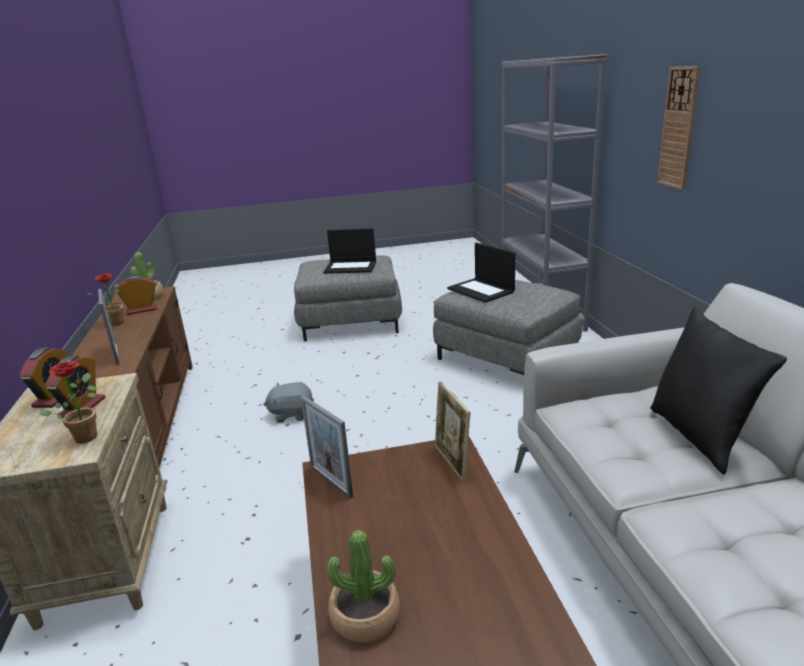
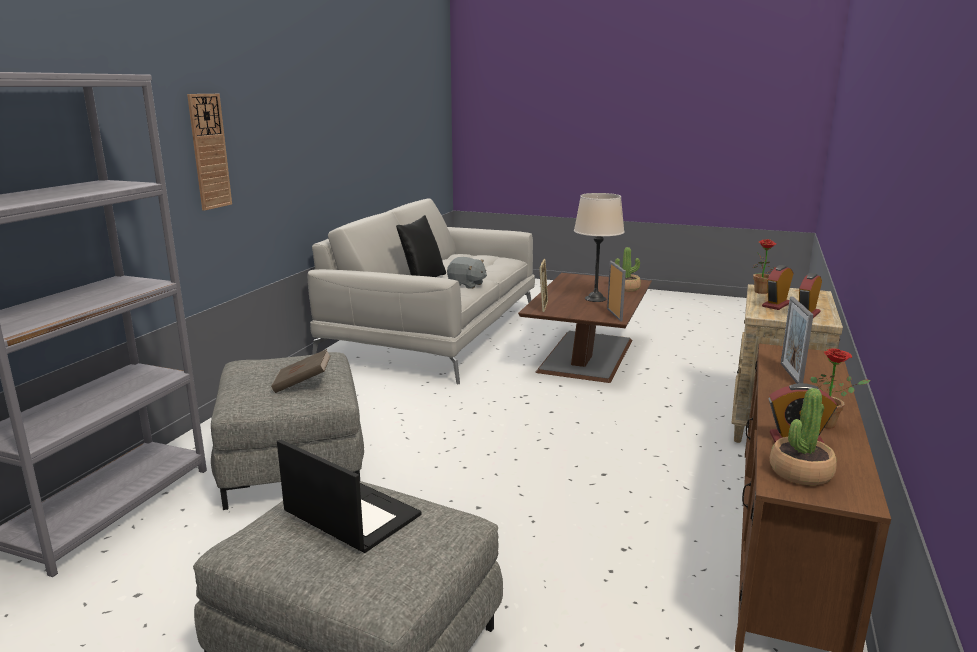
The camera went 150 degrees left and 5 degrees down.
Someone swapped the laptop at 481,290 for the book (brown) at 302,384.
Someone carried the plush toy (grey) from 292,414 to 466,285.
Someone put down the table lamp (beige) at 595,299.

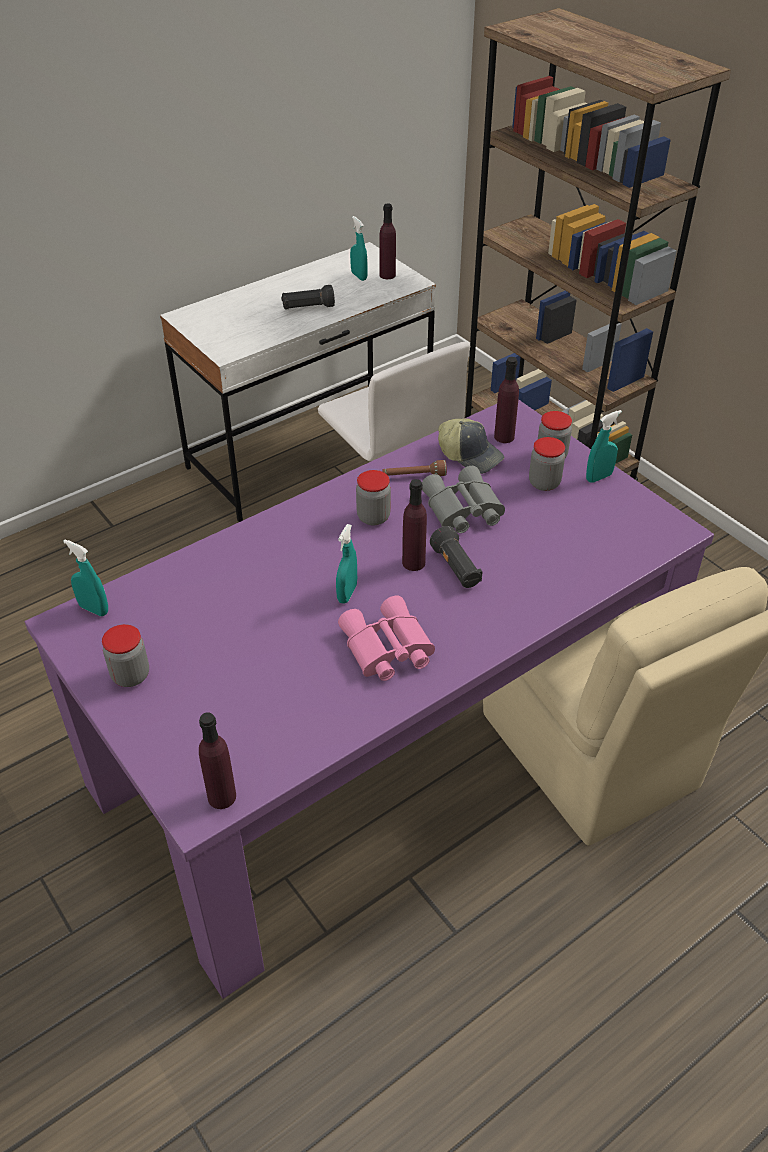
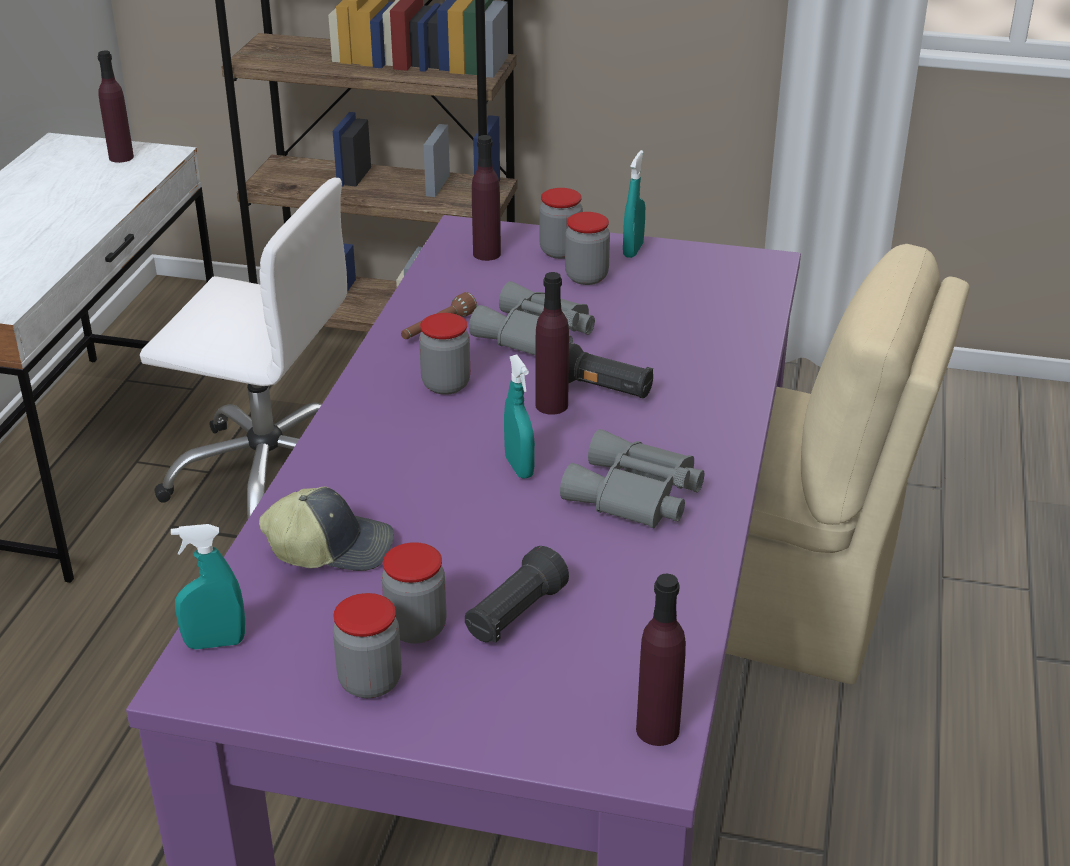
The camera went 40 degrees left and 10 degrees down.
Someone took away the spray bottle (turquoise) at 359,276.
Someone carried the flashlight (black) from 308,307 to 514,615.
Someone carried the cap from 470,455 to 331,547.
Someone repainted the binoculars (pink) at 386,649, which became the binoculars (grey) at 635,495.
Someone put down the jar at 416,628.

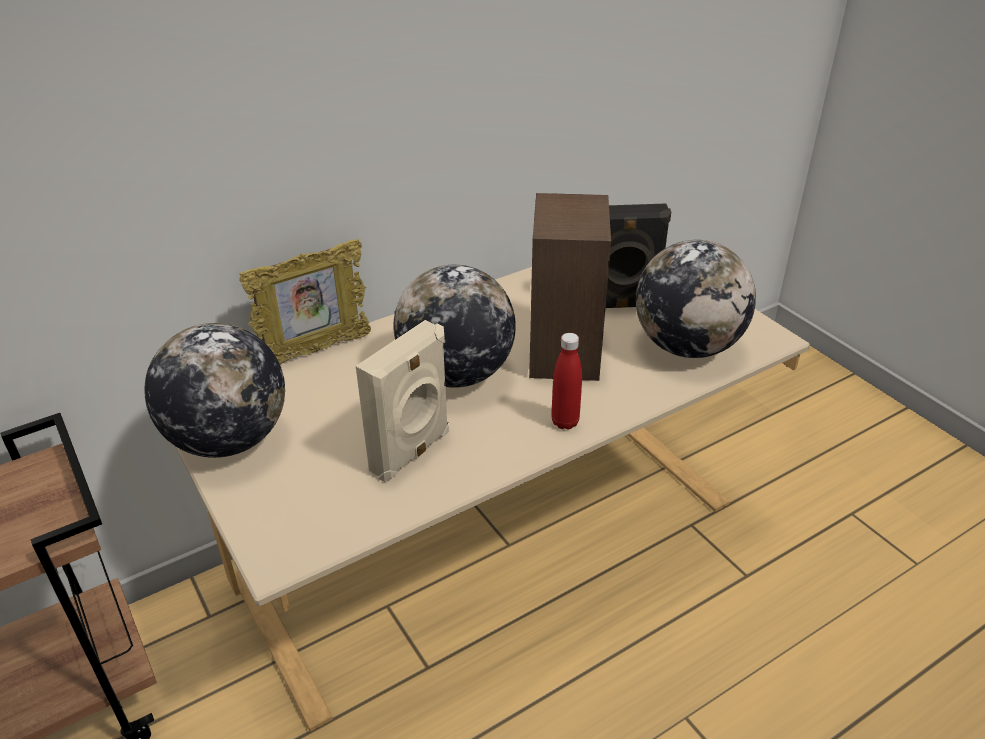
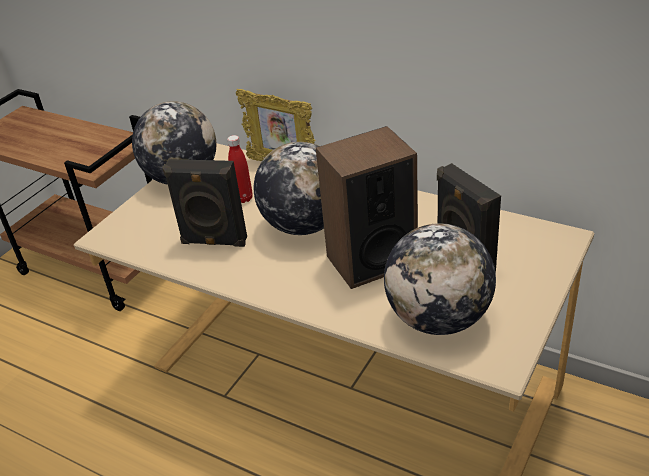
The camera went 65 degrees right and 0 degrees up.
Someone repainted the speaker (beige) at 412,452, which became the speaker (black) at 214,242.
Someone carried the bottle (red) from 565,422 to 243,198.

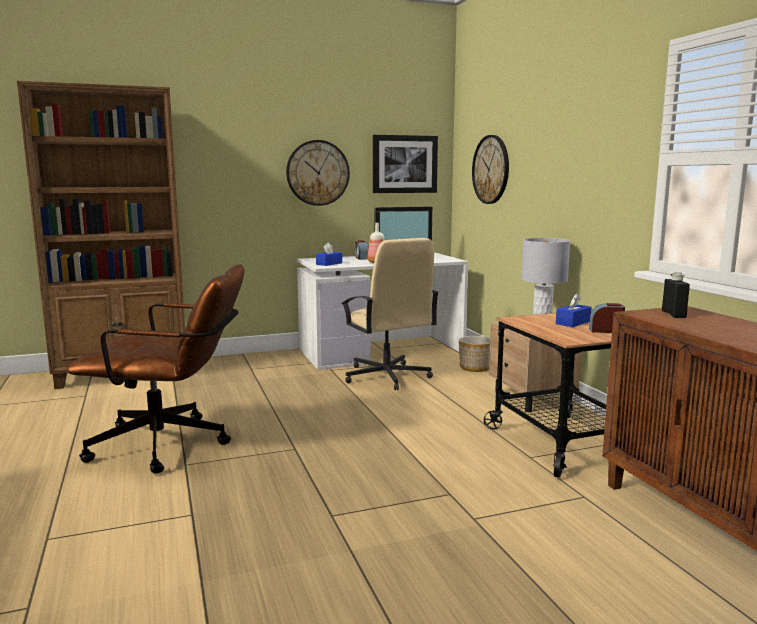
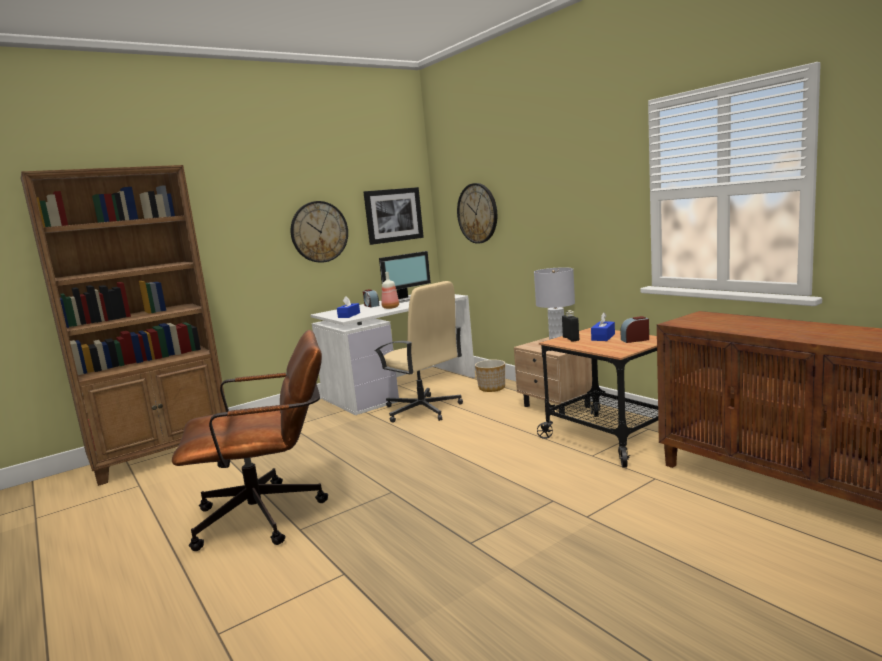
The camera went 15 degrees left and 0 degrees up.
Someone carried the bottle (black) from 673,314 to 571,339.

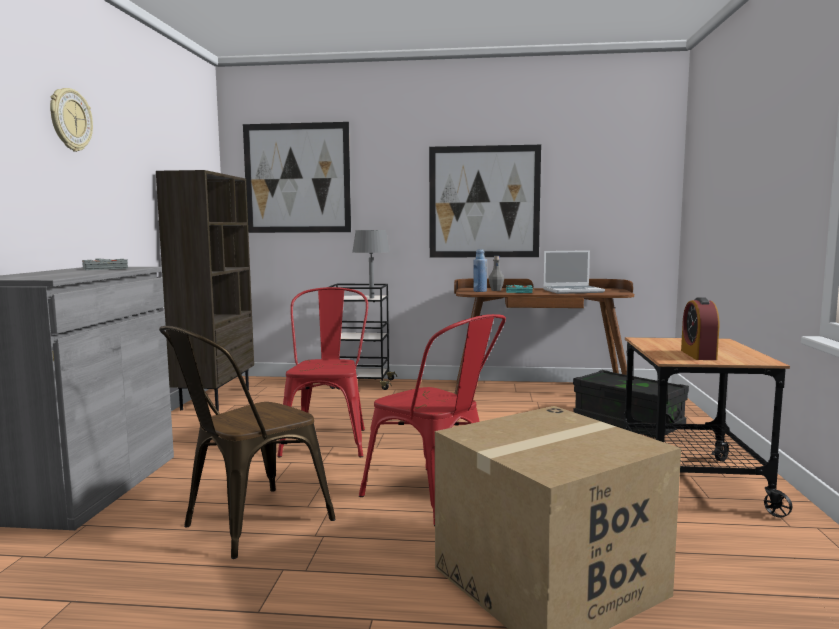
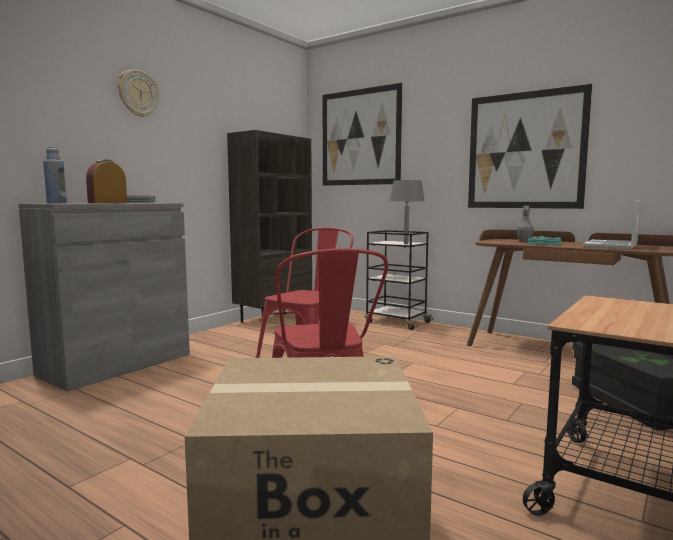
The camera went 30 degrees right and 0 degrees up.
Someone carried the bottle (blue) from 480,291 to 56,203.
Someone rotated the laptop at 573,291 by 105 degrees clockwise.
Someone carried the alarm clock from 698,355 to 107,203.
Someone took away the chair (brown) at 247,525.

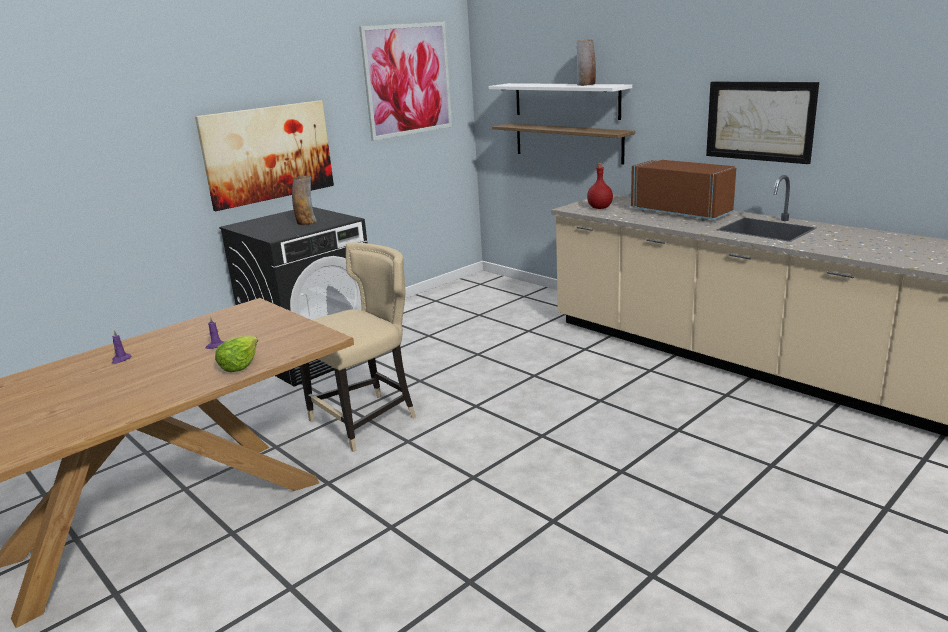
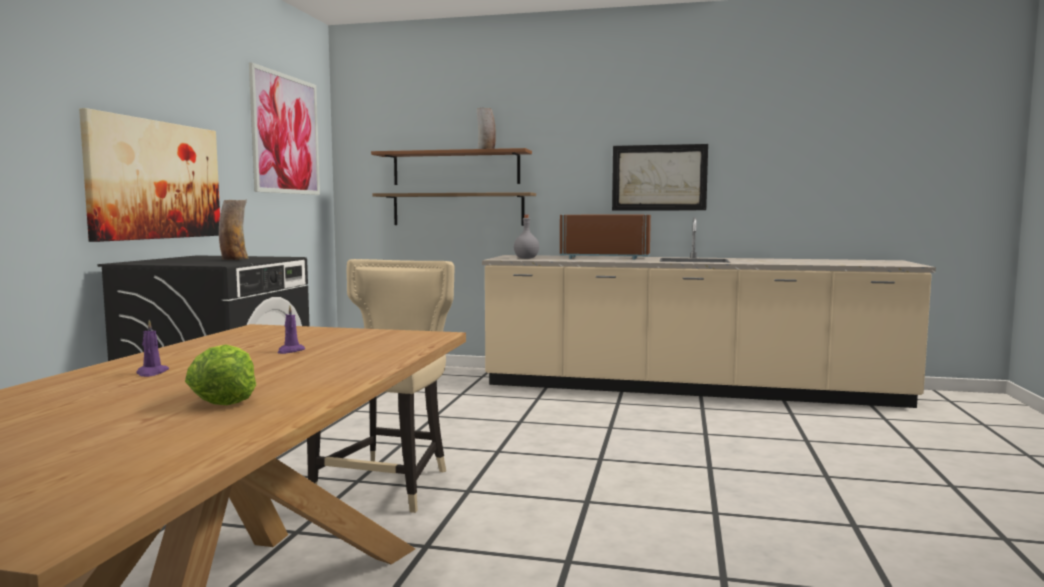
The camera went 35 degrees left and 15 degrees down.
Someone repainted the shelf (white) at 566,100, which became the shelf (brown) at 456,168.
Someone repainted the bottle (red) at 599,208, which became the bottle (grey) at 526,258.
Someone carried the lettuce from 240,365 to 223,399.

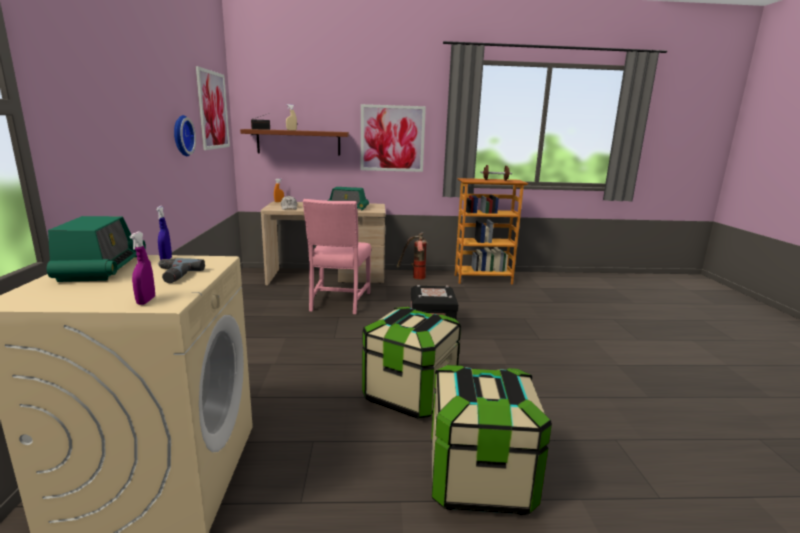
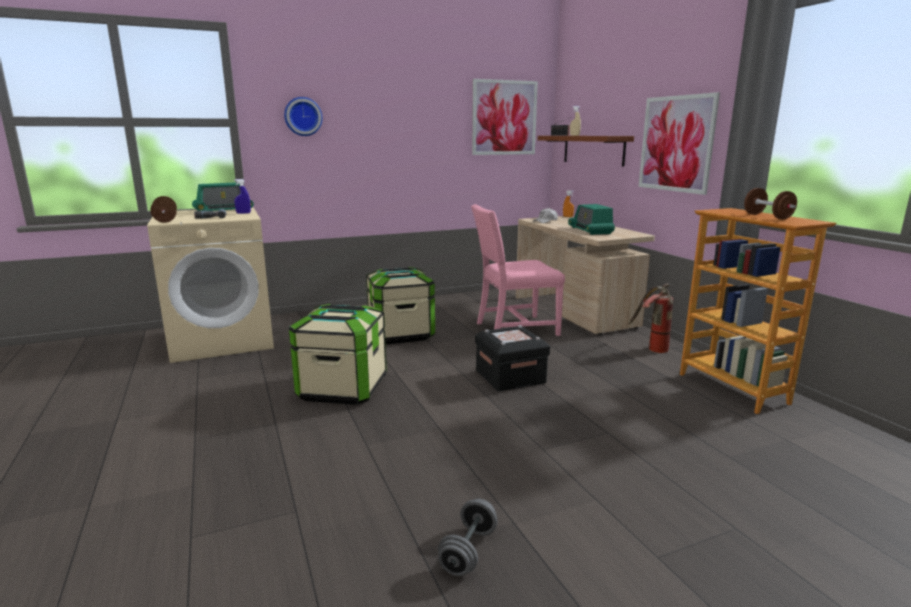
The camera went 70 degrees right and 0 degrees up.
Someone carried the wall clock from 181,135 to 303,116.
Someone swapped the spray bottle (purple) at 146,301 for the dumbbell (brown) at 165,220.
Someone carried the storage box from 479,478 to 401,334.
Someone put down the dumbbell (grey) at 468,551.

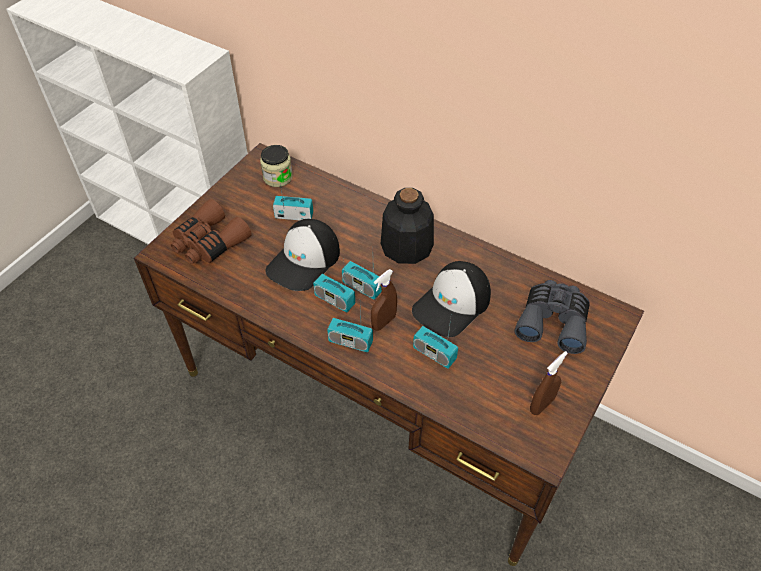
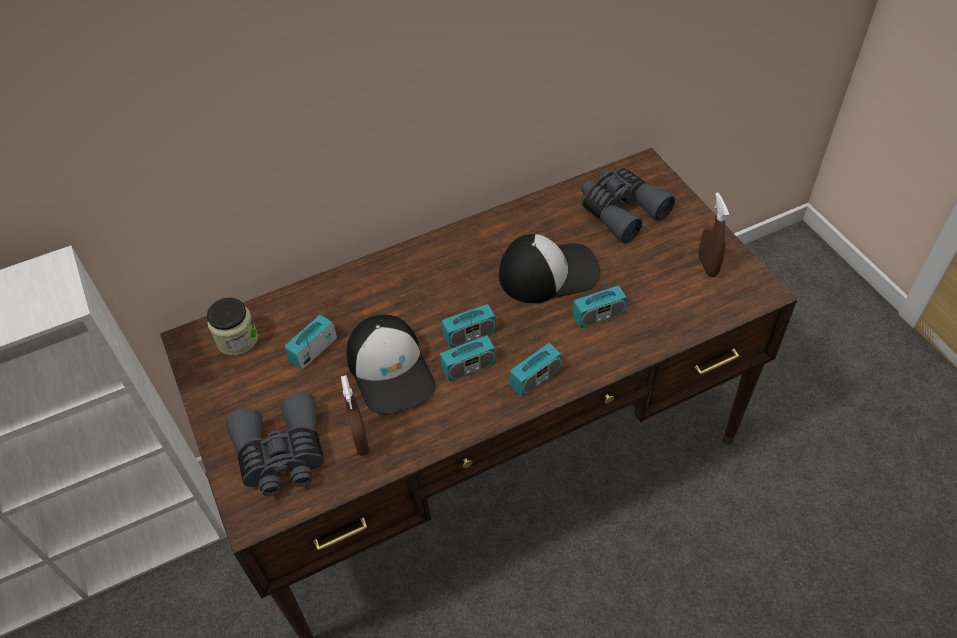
The camera went 55 degrees left and 0 degrees up.
Someone took away the bottle at 406,246.
Someone repainted the binoculars (brown) at 209,243, which became the binoculars (grey) at 282,455.
Someone rotated the cap at 452,304 by 90 degrees counterclockwise.
Someone carried the spray bottle (brown) from 383,322 to 361,441.

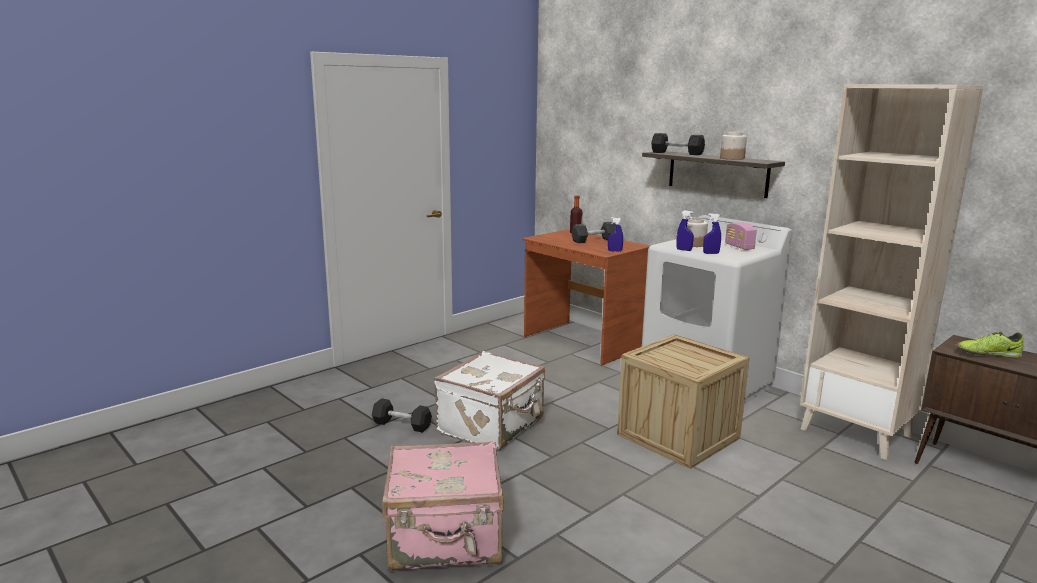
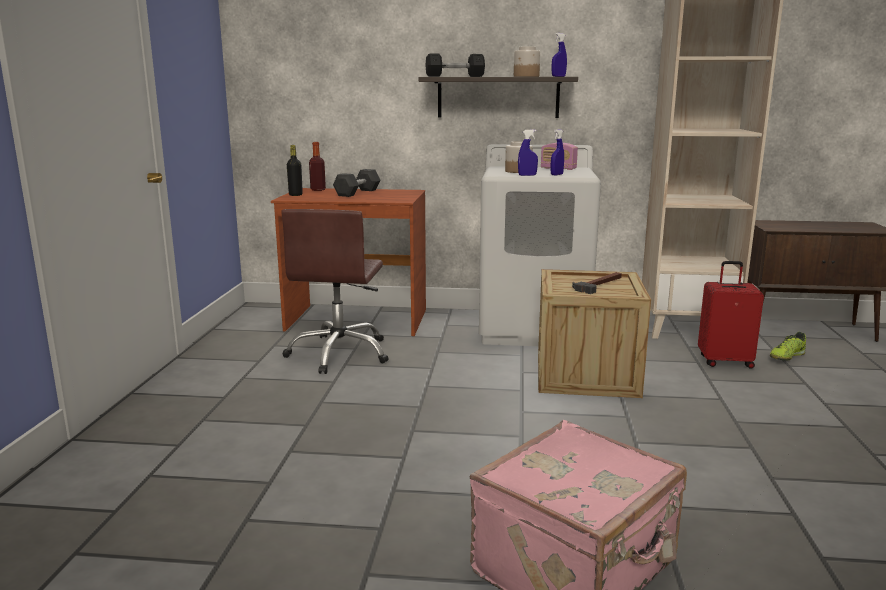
The camera went 40 degrees left and 0 degrees up.
Someone carried the spray bottle (blue) from 614,251 to 558,76.
Someone carried the shoe from 987,354 to 786,357.
Someone took away the suitcase (white) at 492,426.
Someone took away the dumbbell (black) at 402,425.
Someone put down the bottle (black) at 295,195.
Someone put down the office chair (brown) at 340,353.
Someone put down the suitcase (red) at 725,361.
Someone put down the hammer at 599,284.

